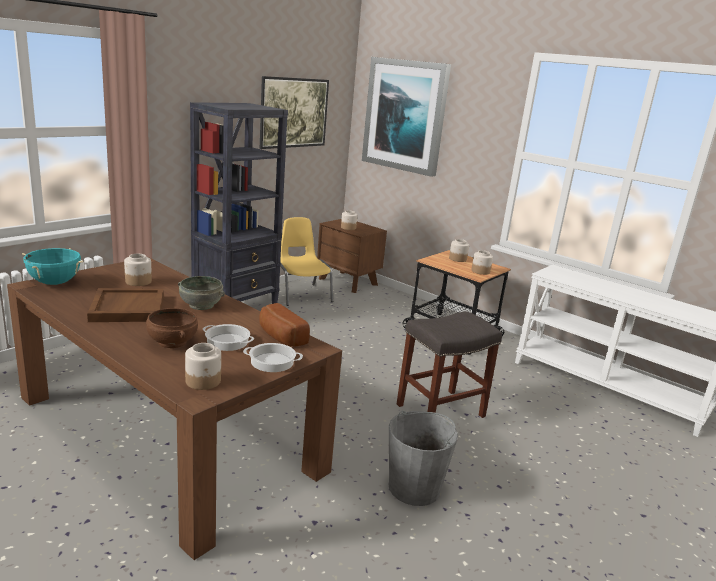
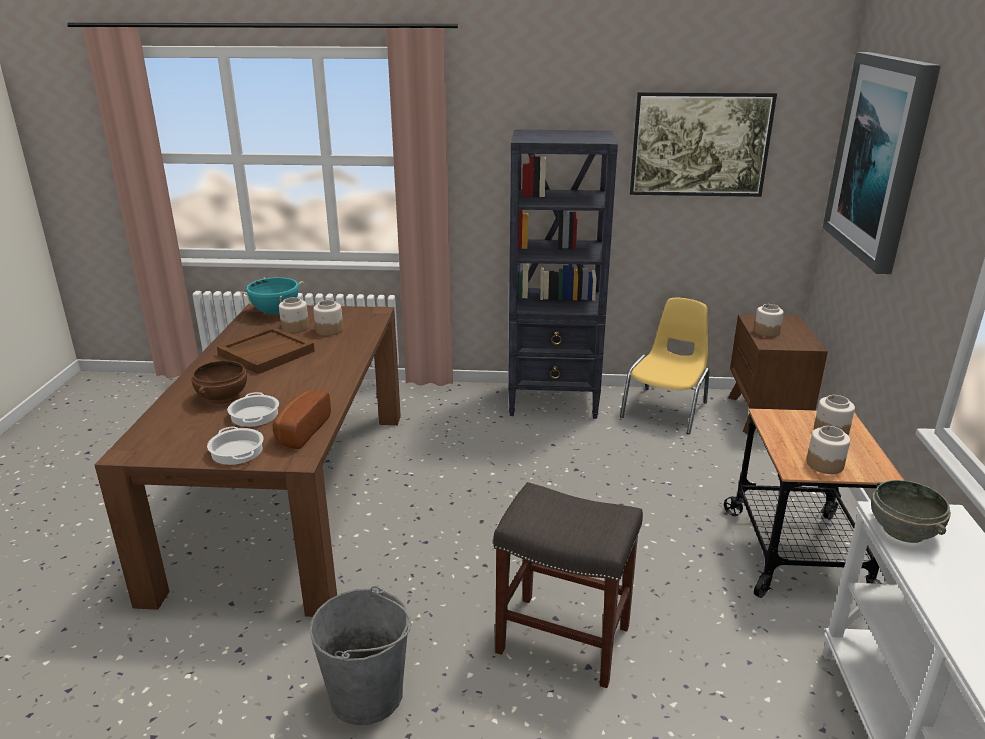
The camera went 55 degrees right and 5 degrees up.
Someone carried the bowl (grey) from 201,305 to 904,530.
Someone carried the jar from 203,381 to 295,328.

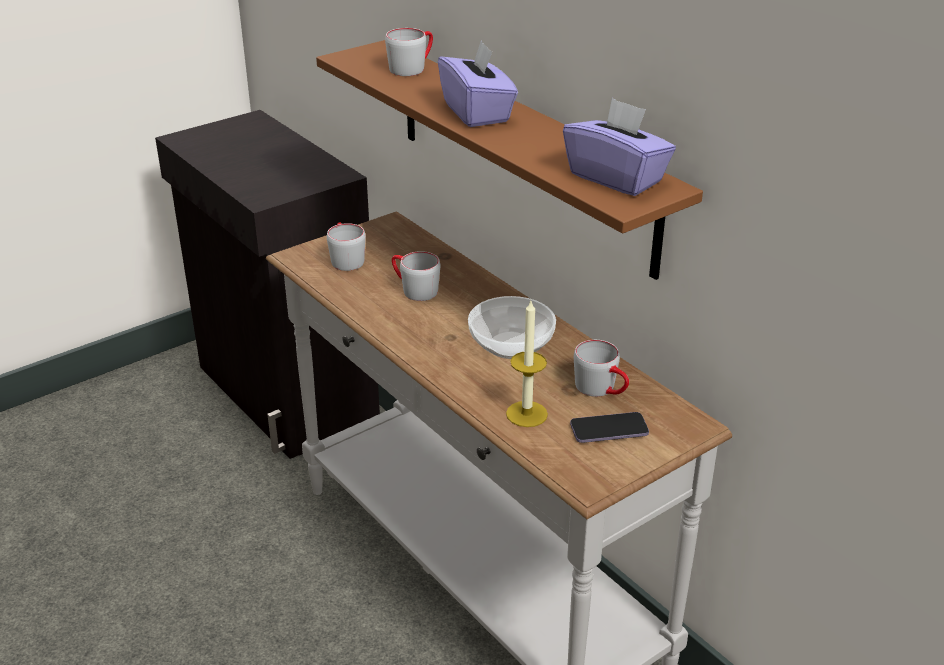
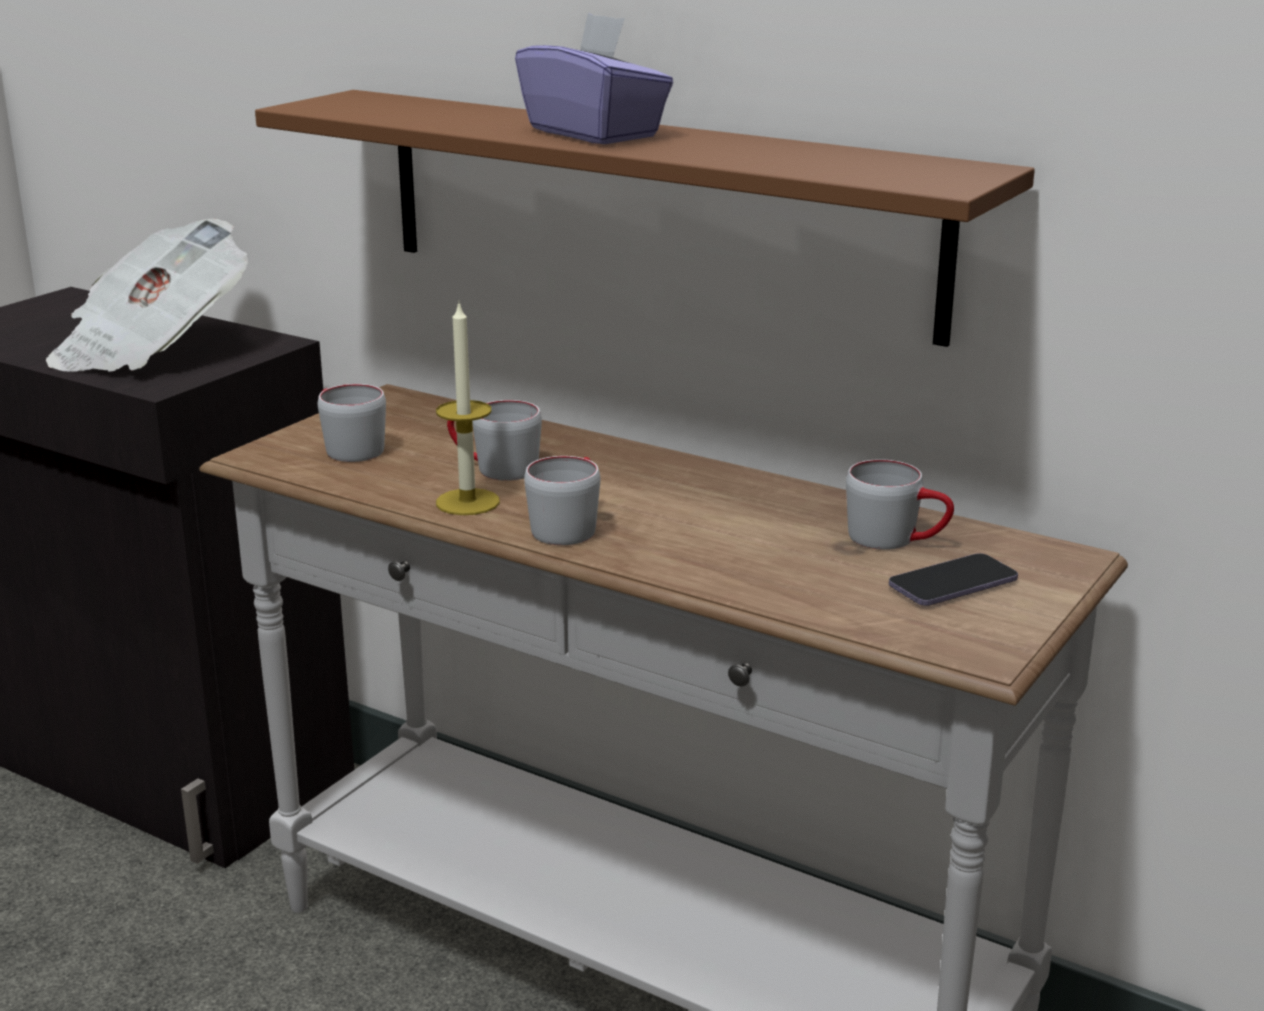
The camera went 20 degrees left and 10 degrees down.
Someone carried the mug (grey) from 412,67 to 569,525.
Someone took away the tissue box (purple) at 616,178.
Someone took away the bowl at 510,346.
Someone carried the candle from 526,414 to 467,502.
Someone put down the newspaper at 151,350.

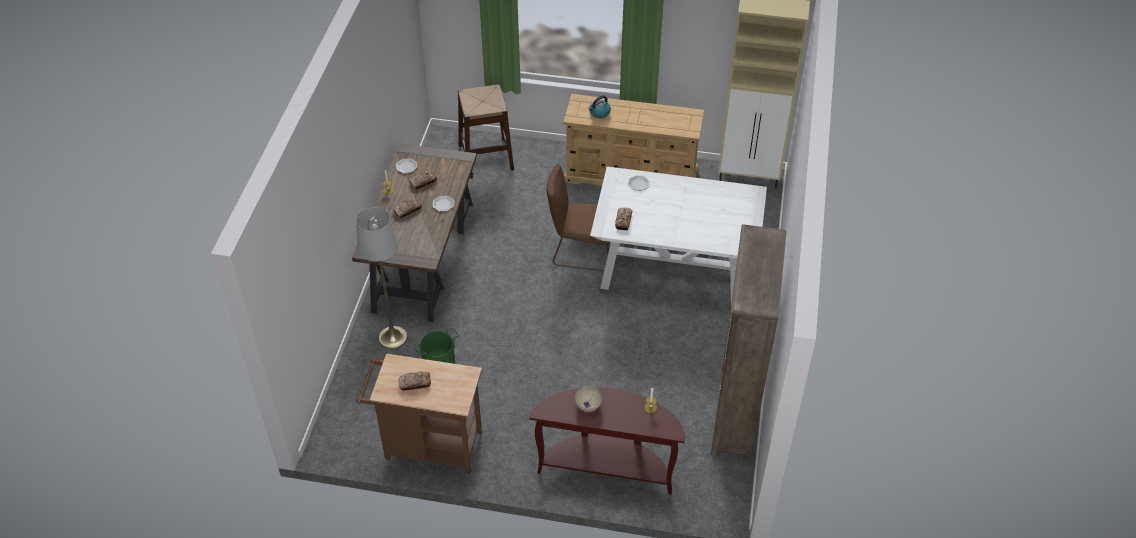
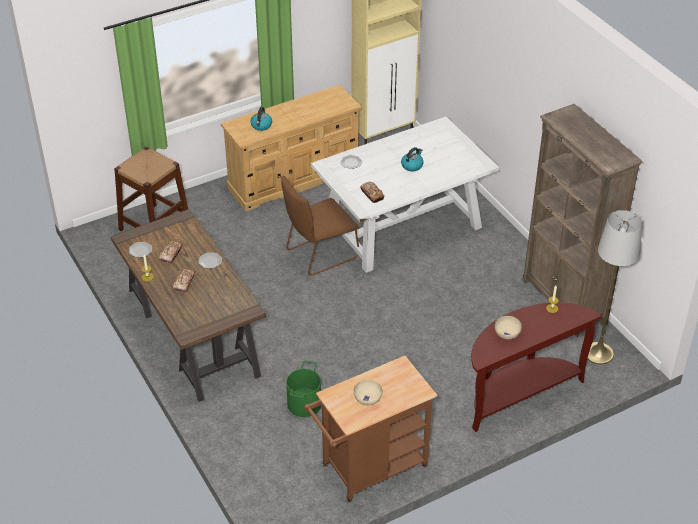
The camera went 40 degrees left and 5 degrees down.
Someone carried the floor lamp (grey) from 393,337 to 598,353.
Someone swapped the bread at 415,383 for the bowl (beige) at 367,399.
Someone put down the kettle at 412,165.

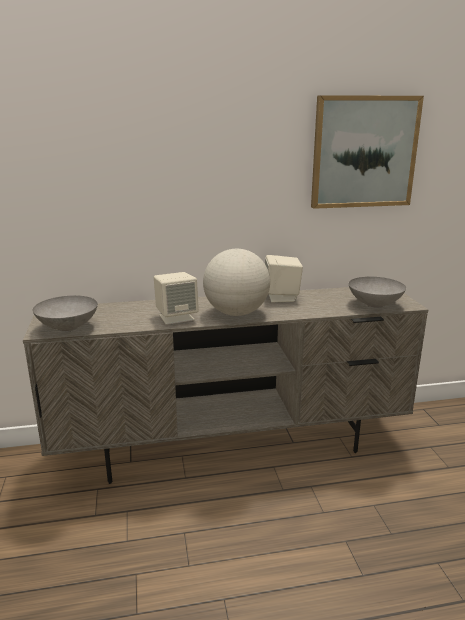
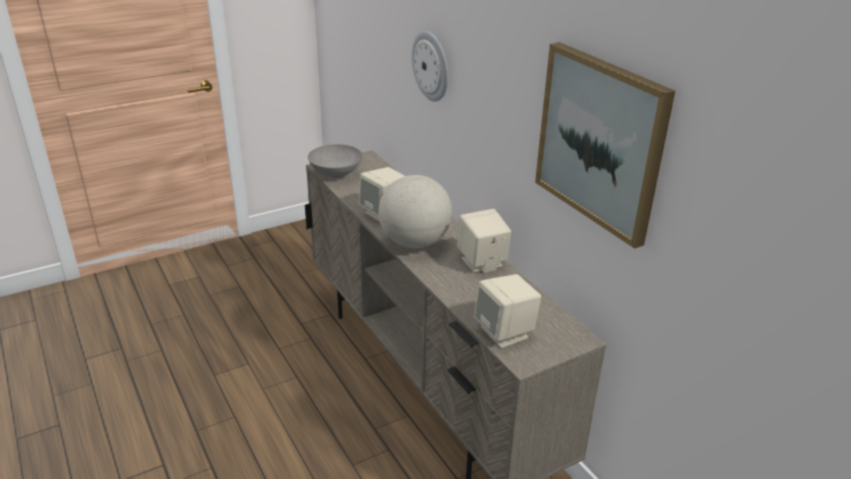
The camera went 70 degrees right and 10 degrees up.
Someone swapped the bowl (grey) at 375,304 for the speaker (beige) at 505,332.
Someone put up the wall clock at 431,66.

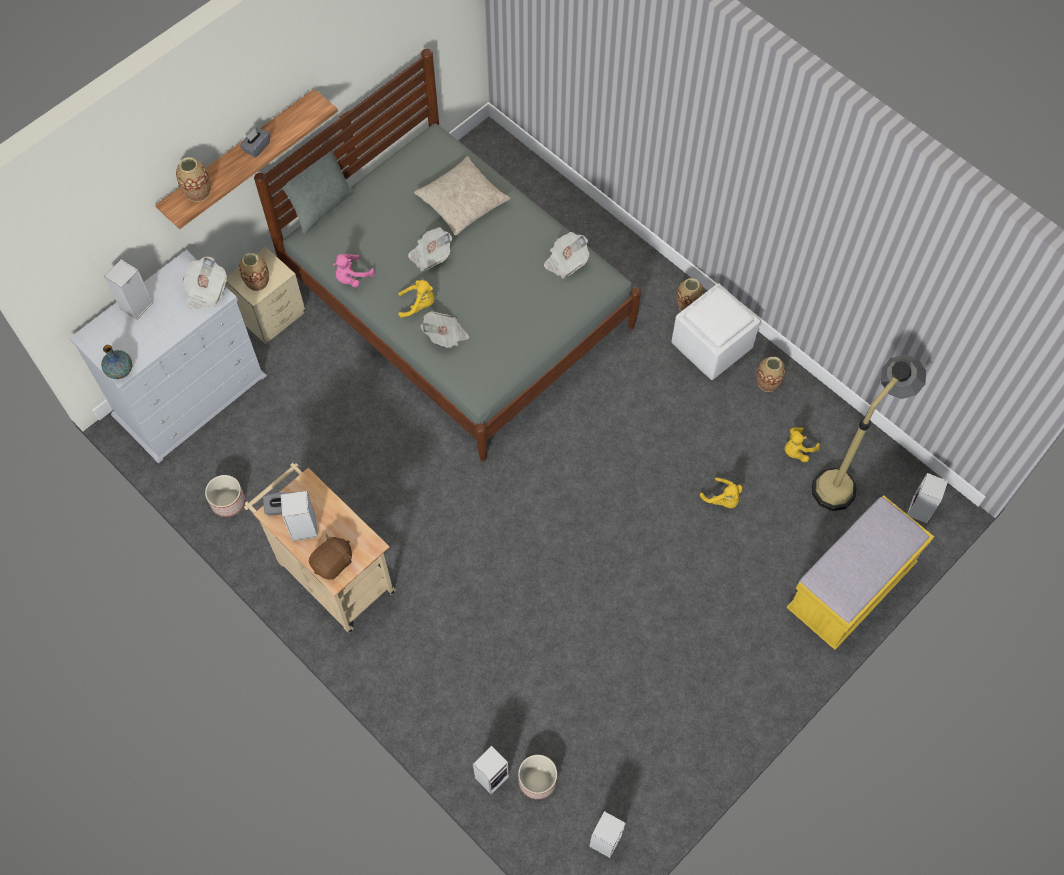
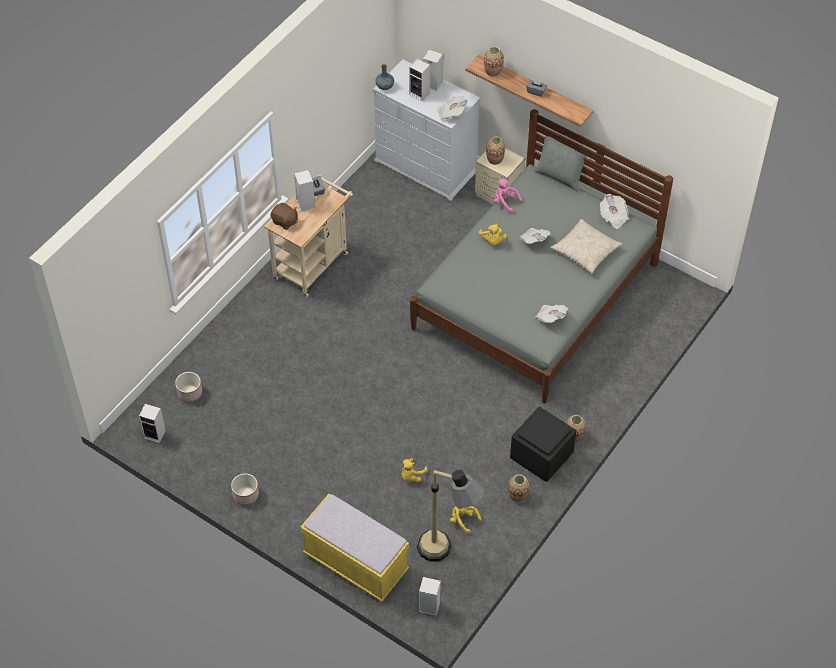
The camera went 80 degrees right and 10 degrees down.
Someone repainted the ottoman (white) at 711,347, which became the ottoman (black) at 540,456.
Someone carried the newspaper from 445,336 to 613,217.
Someone carried the planter from 228,502 to 245,495.
Someone carried the speaker from 492,776 to 420,93.

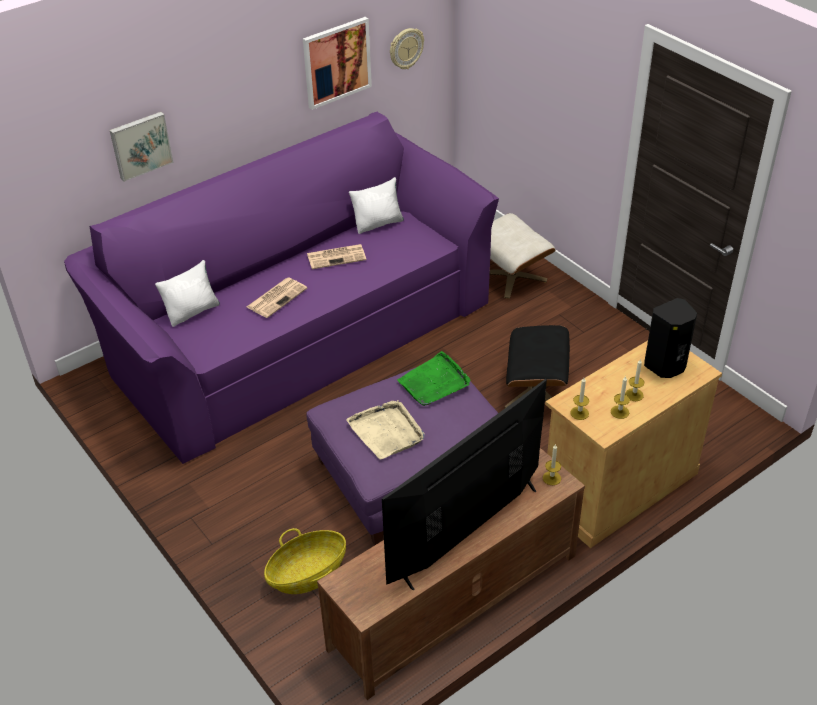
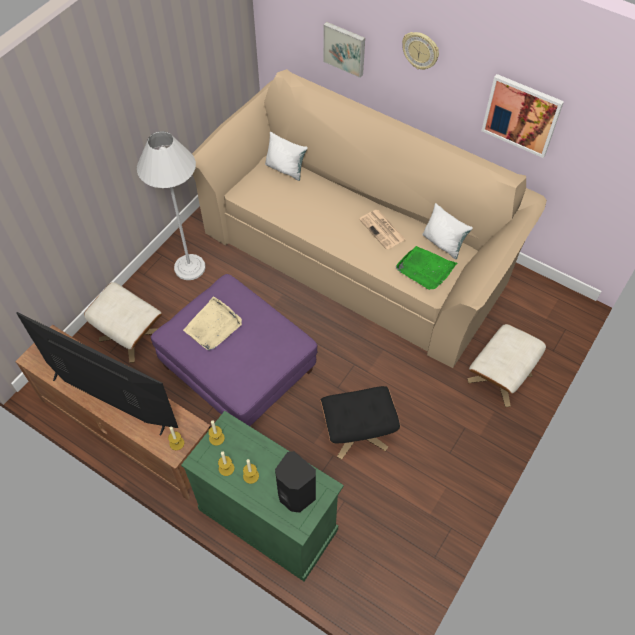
The camera went 70 degrees right and 15 degrees up.
Someone carried the wall clock from 406,48 to 420,50.
Someone repainted the sofa (purple) at 297,332, which became the sofa (beige) at 360,249.
Someone took away the newspaper at 277,297.
Someone repainted the cabinet (beige) at 618,487, which became the cabinet (green) at 268,519.
Someone carried the tray (green) from 434,382 to 425,269.
Someone swapped the basket at 307,574 for the ottoman (beige) at 131,335.
Someone put down the floor lamp (white) at 189,267.

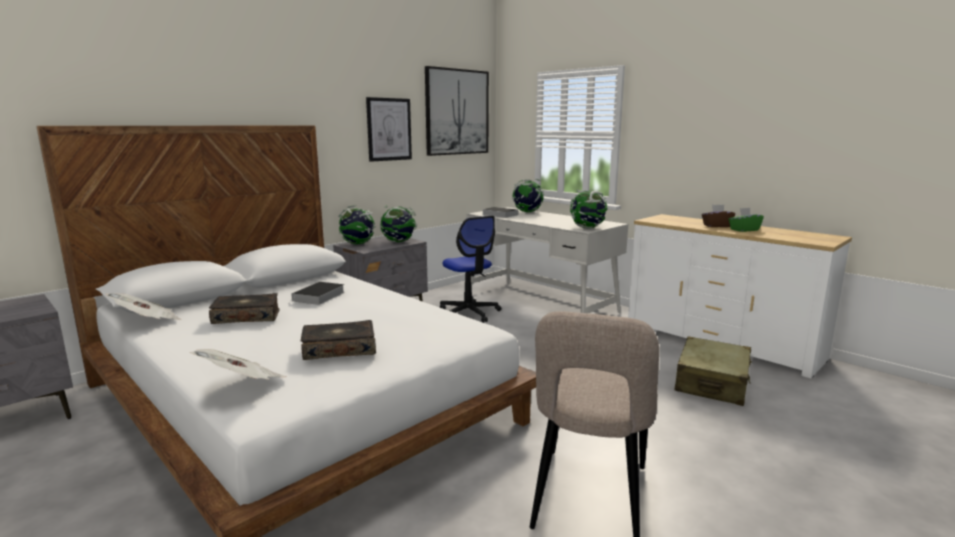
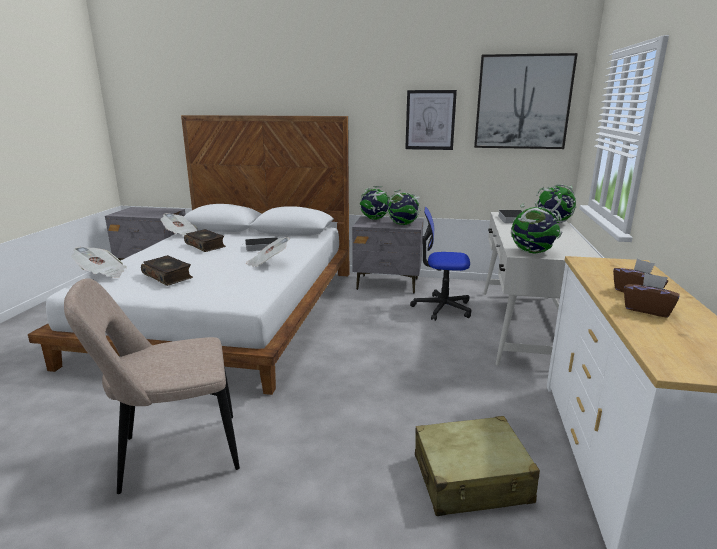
The camera went 55 degrees right and 5 degrees up.
Someone repainted the tissue box (green) at 744,230, which became the tissue box (brown) at 647,310.
Someone rotated the office chair at 469,313 by 75 degrees clockwise.
Someone put down the newspaper at 268,263.

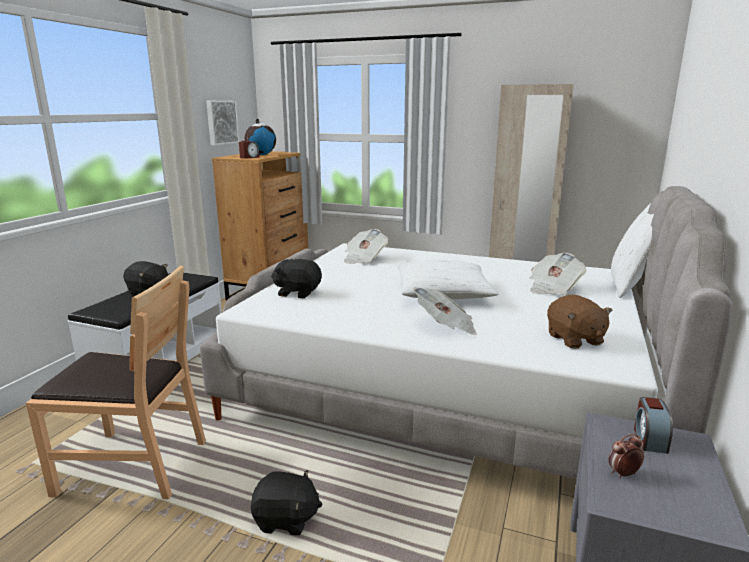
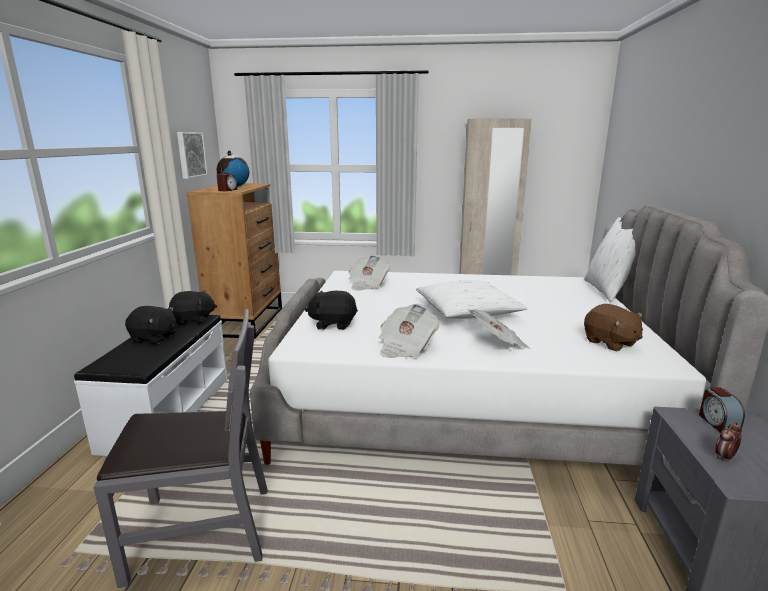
The camera went 15 degrees left and 0 degrees up.
Someone carried the newspaper from 553,288 to 405,347.
Someone repainted the chair (brown) at 133,465, which became the chair (grey) at 201,531.
Someone carried the plush toy (black) from 286,519 to 193,320.

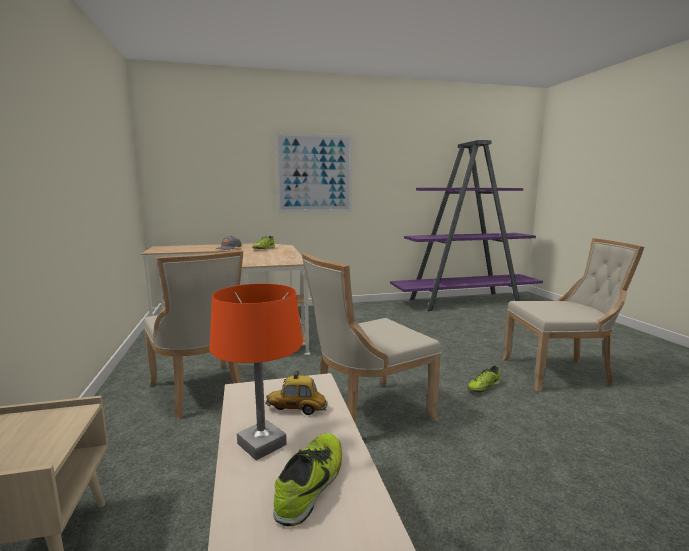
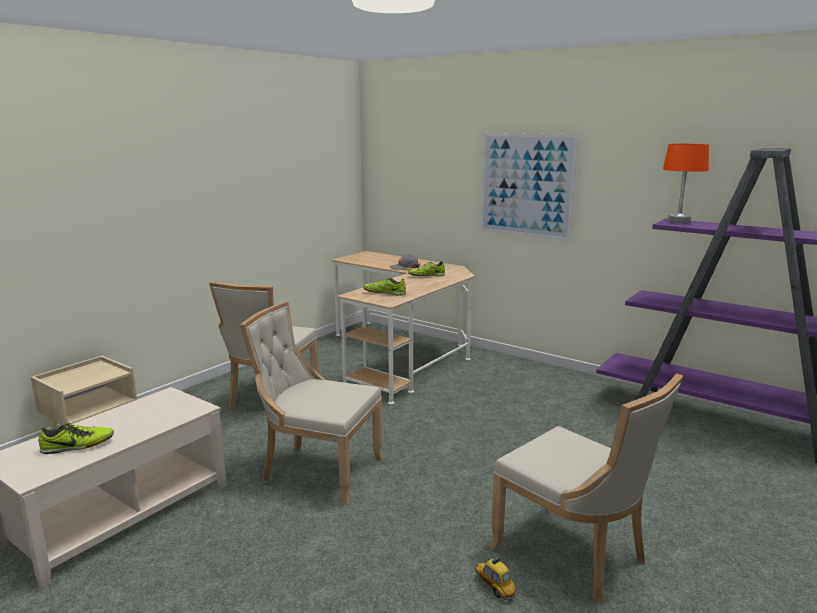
The camera went 50 degrees right and 5 degrees up.
Someone carried the table lamp (orange) from 261,444 to 678,221.
Someone carried the shoe from 483,387 to 384,293.
Someone carried the toy car from 296,409 to 494,587.

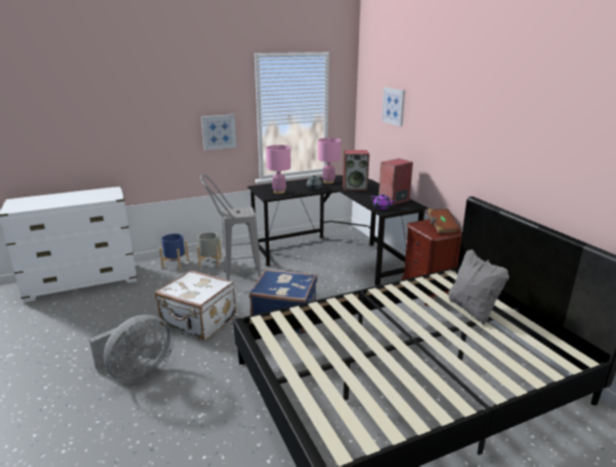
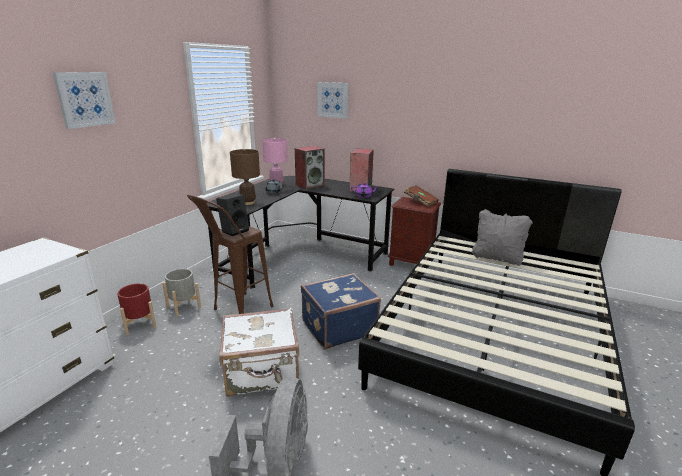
The camera went 40 degrees left and 0 degrees up.
Someone carried the picture from 219,132 to 85,99.
Someone repainted the table lamp (pink) at 279,192, which became the table lamp (brown) at 248,202.
Someone repainted the stool (grey) at 235,278, which became the stool (brown) at 236,312.
Someone repainted the planter (blue) at 175,264, which became the planter (red) at 140,324.
Someone put down the speaker (black) at 234,230.

